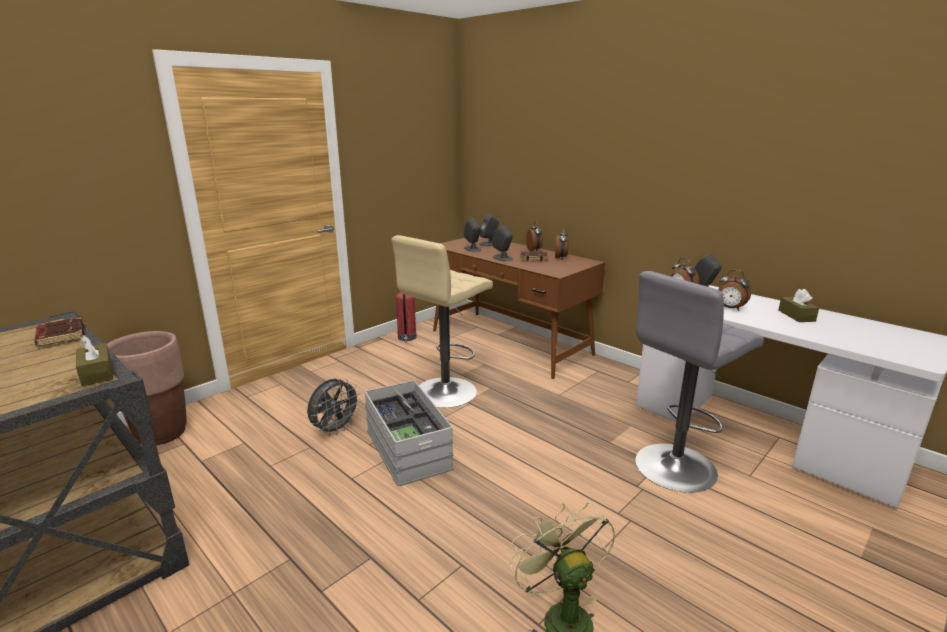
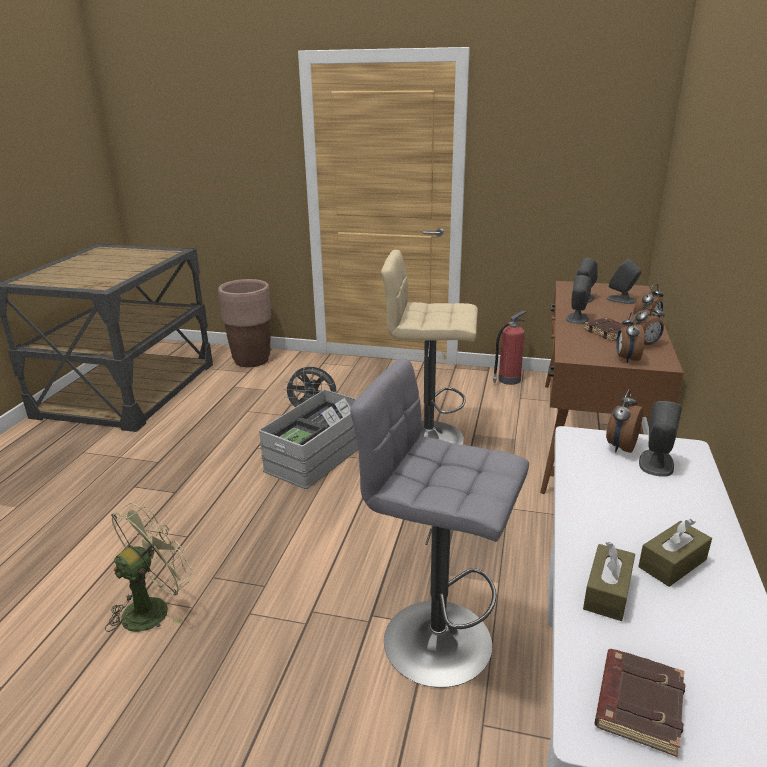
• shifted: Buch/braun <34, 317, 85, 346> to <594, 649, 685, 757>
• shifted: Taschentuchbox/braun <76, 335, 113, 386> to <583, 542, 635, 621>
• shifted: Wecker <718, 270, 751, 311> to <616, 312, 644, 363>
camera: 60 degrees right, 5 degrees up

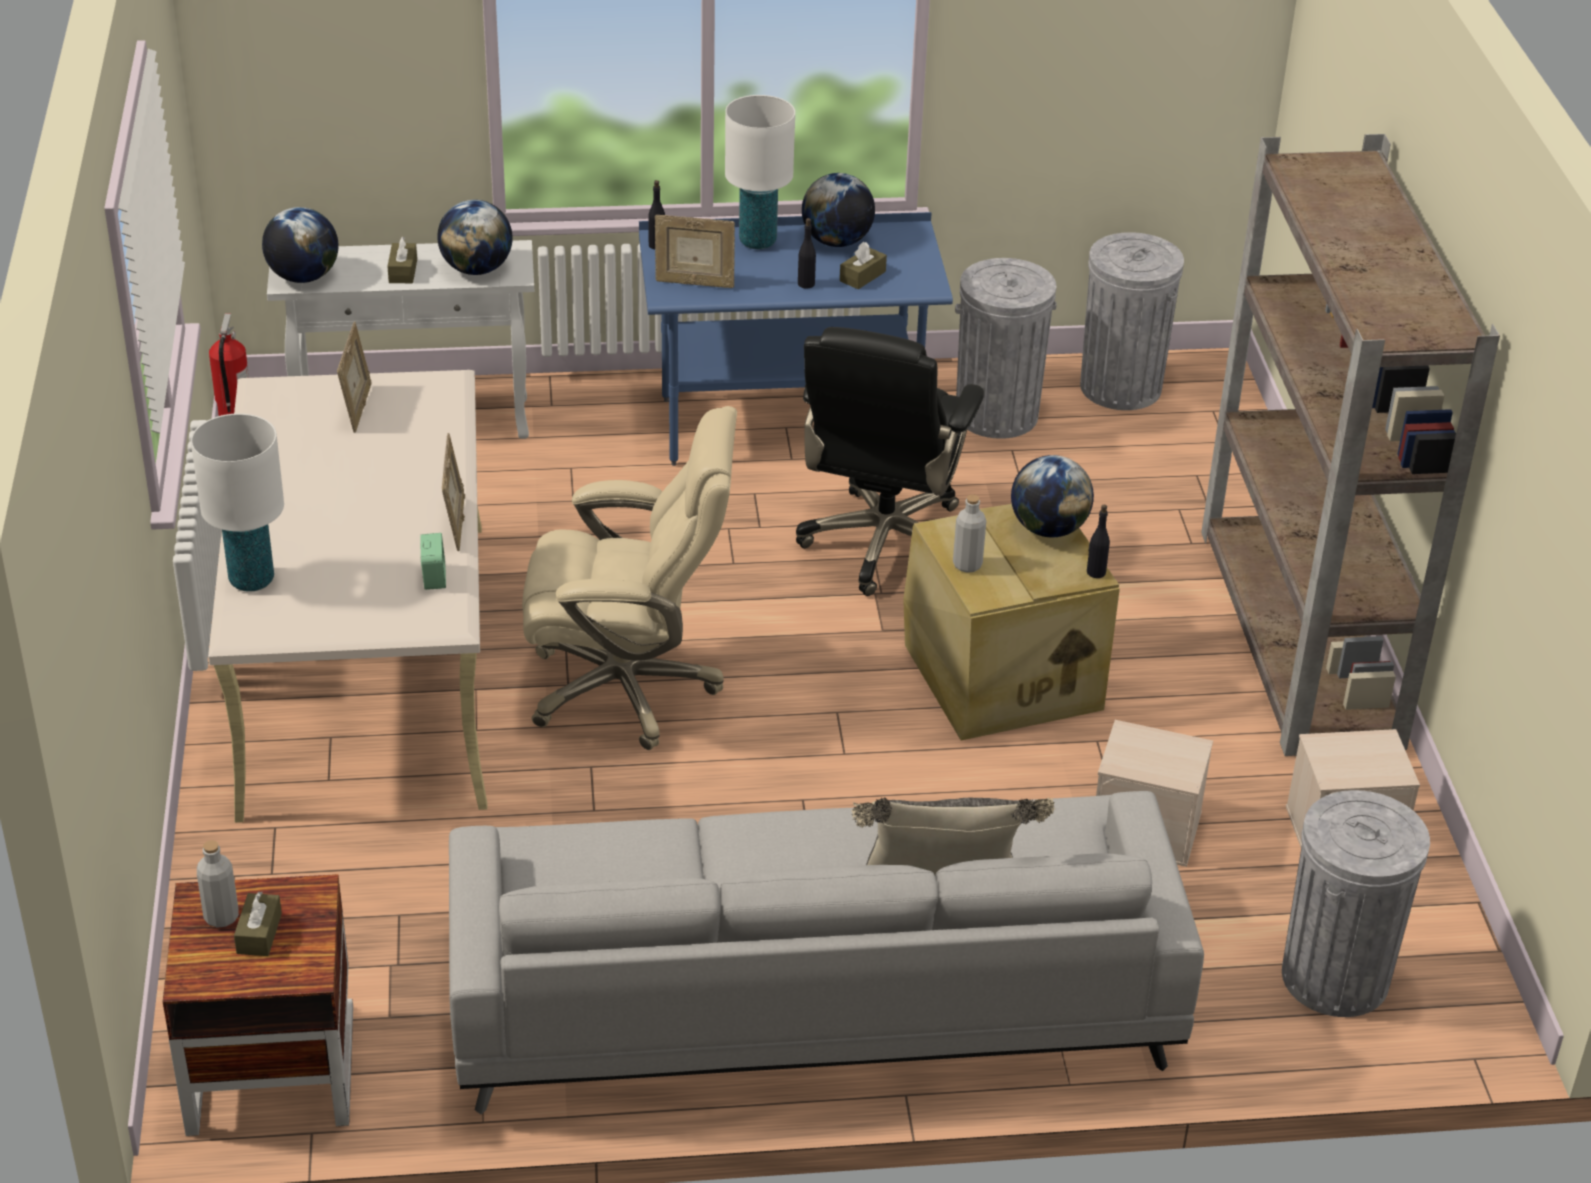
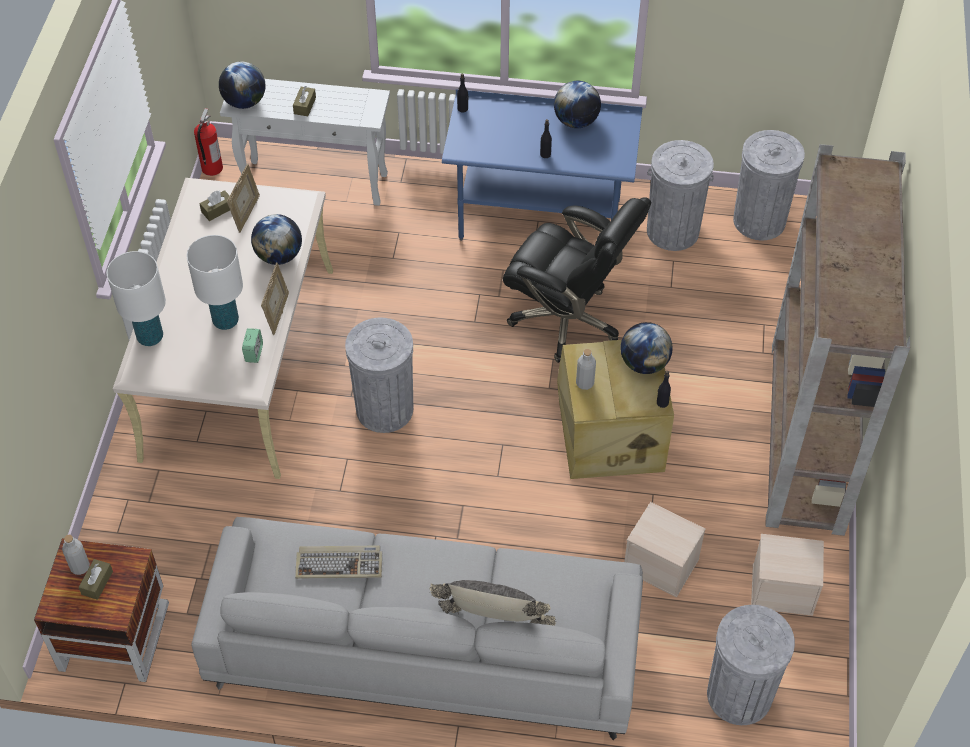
• shifted: Globus <437, 200, 513, 275> to <251, 214, 302, 265>
• swapped: Bürostuhl/beige <522, 406, 737, 750> to Mülleimer/grau <345, 318, 413, 433>
• gone: Bilderrahmen <655, 215, 735, 288>
• shifted: Tischlampe/weiß <725, 95, 795, 249> to <187, 235, 243, 330>
• rotated: Bürostuhl/schwarz <796, 327, 984, 596> = <503, 197, 651, 363> 90 degrees counterclockwise
• shifted: Taschentuchbox/braun <840, 242, 887, 289> to <199, 190, 230, 221>
• new: Tastatur <295, 545, 382, 579>
camera: 15 degrees right, 15 degrees up

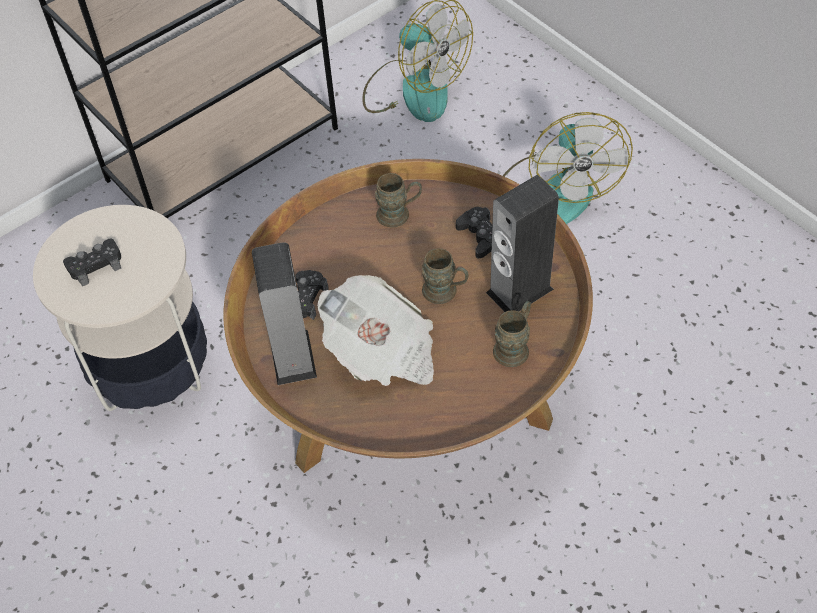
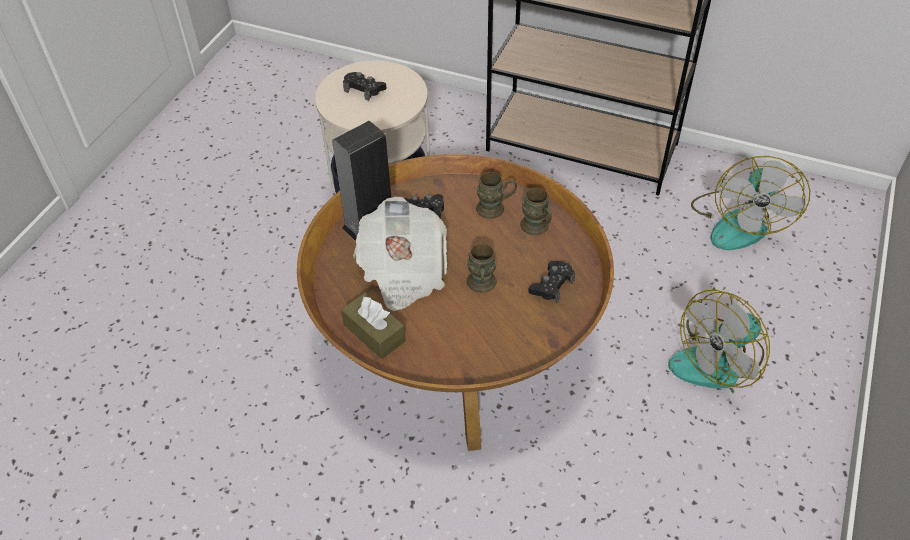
• gone: Lautsprecher <486, 175, 559, 312>
• shifted: Henkelbecher/braun <493, 301, 531, 367> to <476, 172, 517, 219>
• new: Taschentuchbox/braun <341, 292, 406, 359>
camera: 60 degrees right, 5 degrees down

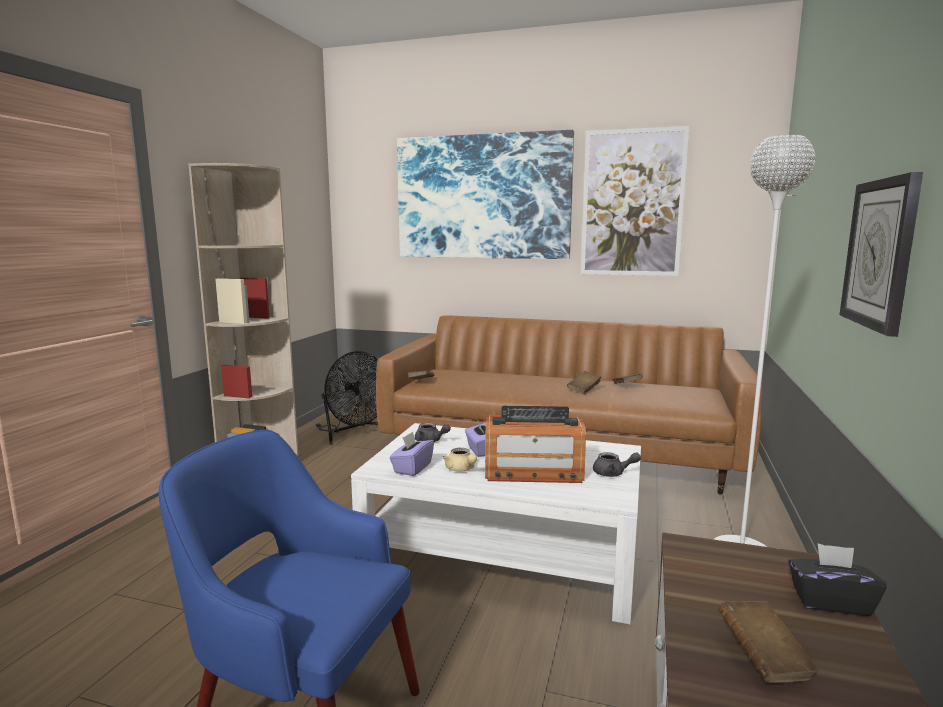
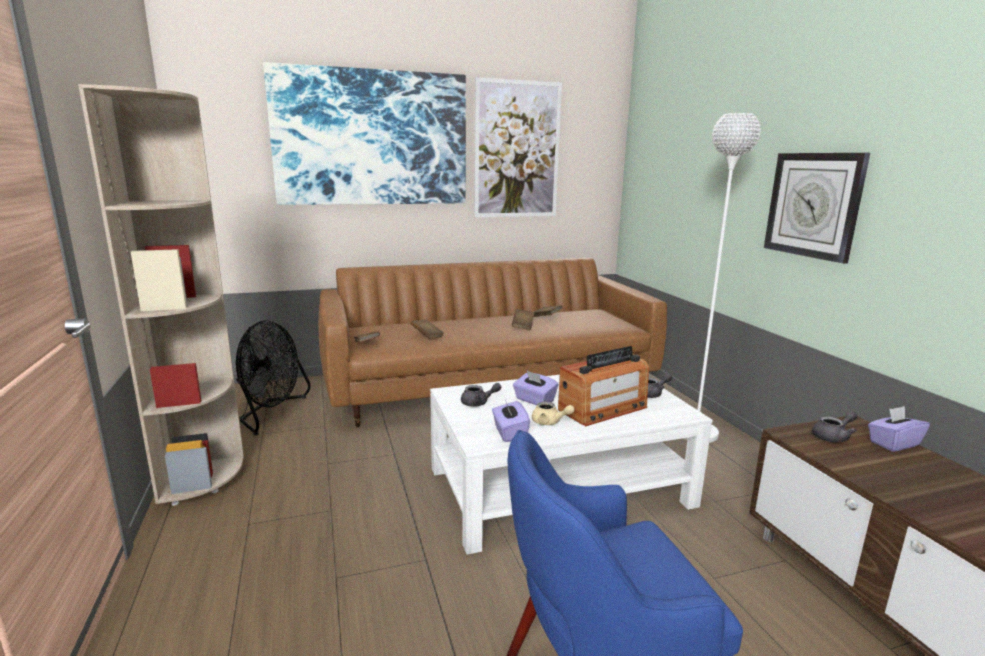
• shifted: Buch/braun <718, 601, 819, 683> to <411, 320, 444, 338>
• repainted: Taschentuchbox/schwarz <788, 543, 887, 616> to Taschentuchbox/lila <868, 406, 930, 452>
• new: Teekanne/grau <812, 411, 857, 443>
camera: 35 degrees left, 5 degrees up

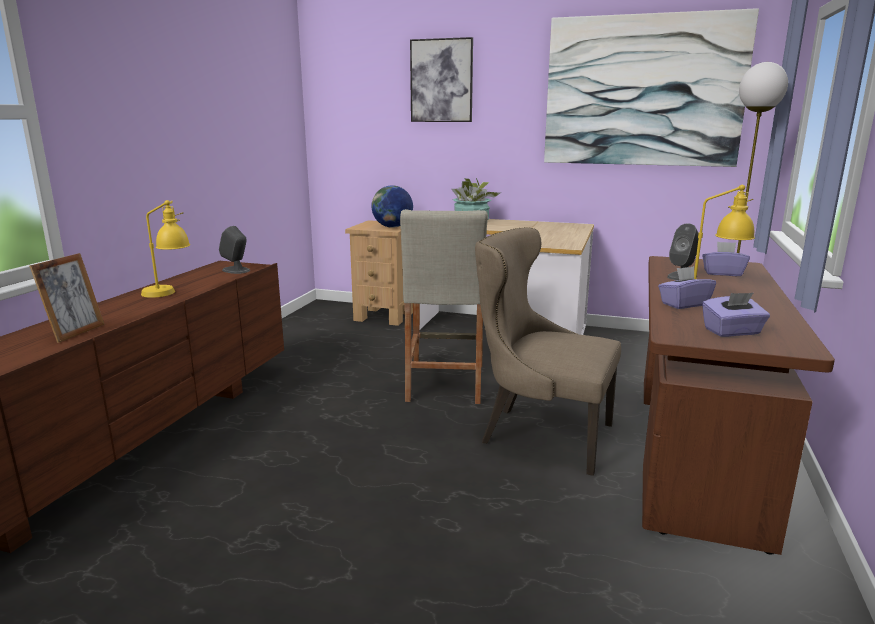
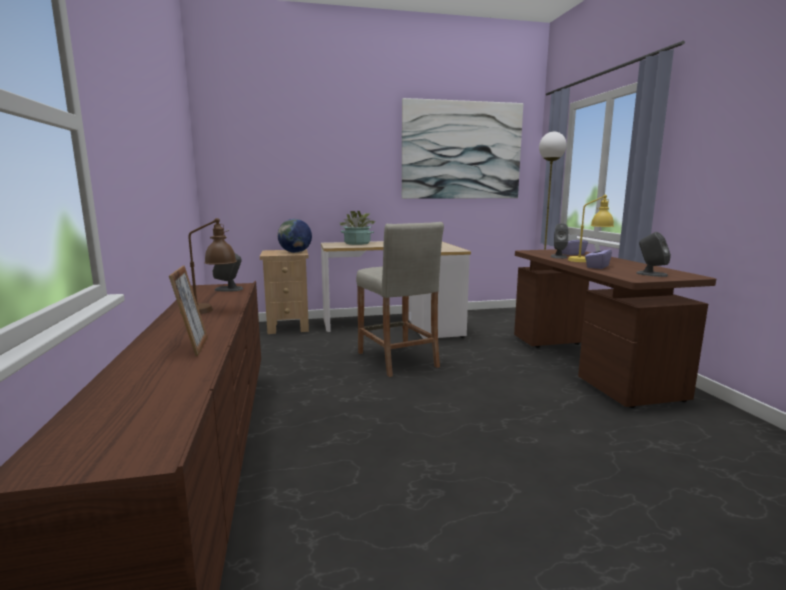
• repainted: Tischlampe/gelb <141, 200, 190, 298> to Tischlampe/braun <180, 218, 237, 314>
• gone: Bild <410, 37, 473, 122>
• gone: Stuhl/beige <475, 227, 621, 476>
• swapped: Taschentuchbox/lila <702, 293, 770, 337> to Lautsprecher/grau <636, 232, 671, 277>
camera: 30 degrees left, 5 degrees down

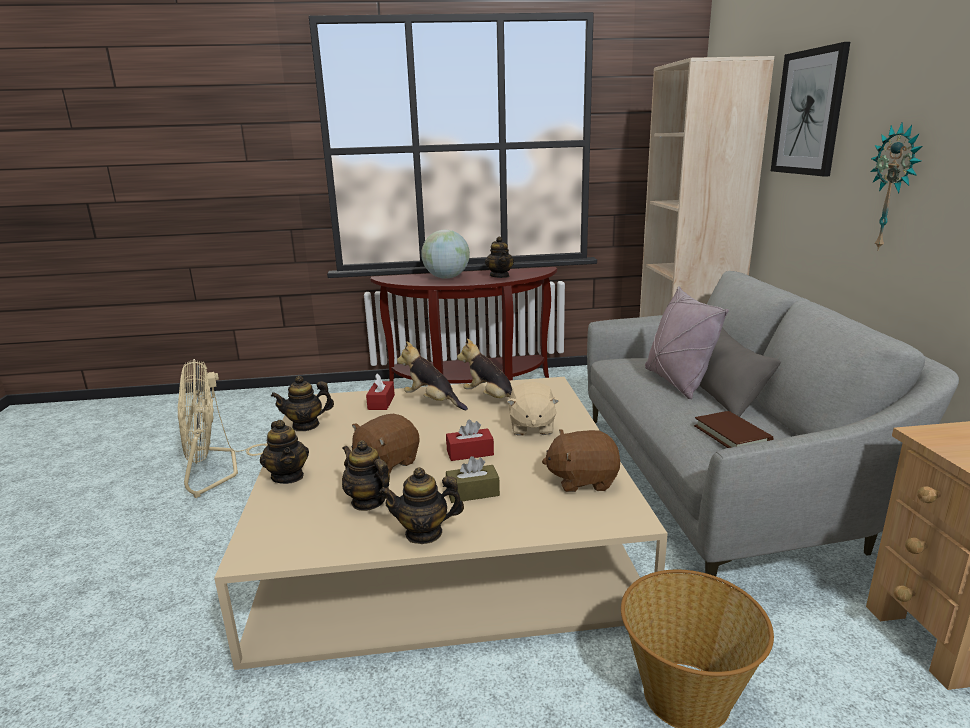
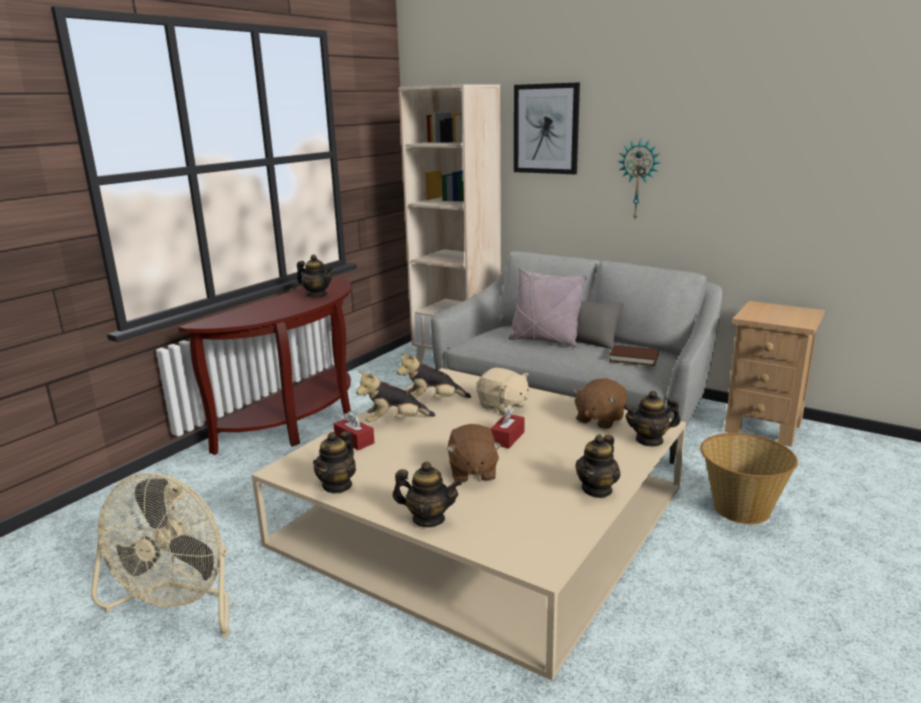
• shifted: Teekanne <342, 440, 390, 511> to <623, 391, 681, 447>
• gone: Globus <421, 230, 470, 279>
• gone: Taschentuchbox/braun <446, 456, 500, 503>
camera: 50 degrees left, 0 degrees up

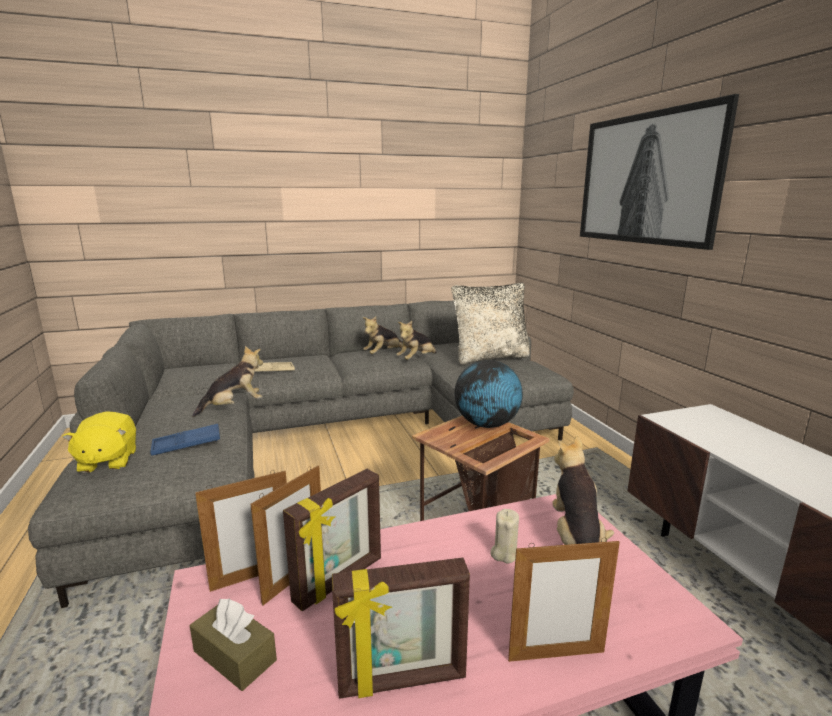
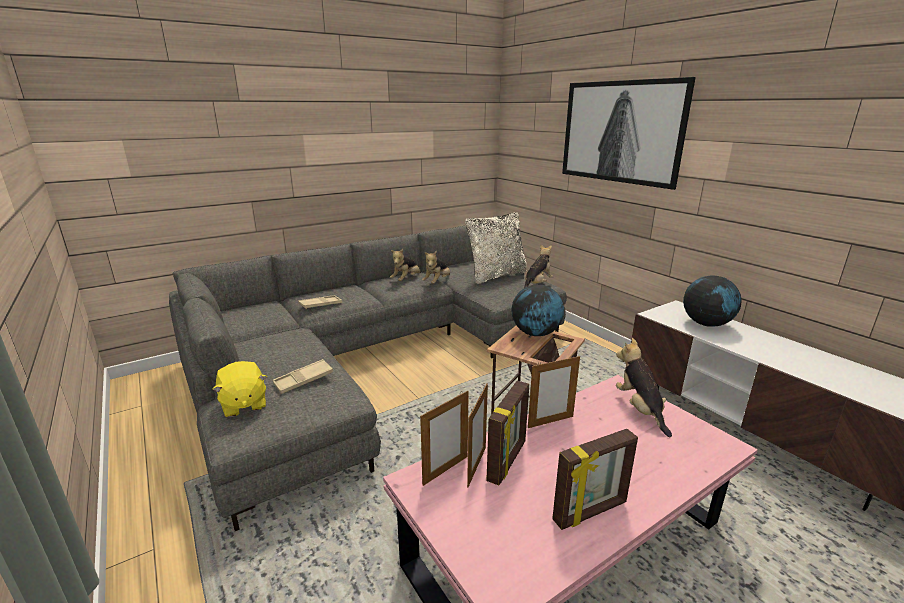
• repainted: Tablett/blau <150, 424, 220, 456> to Tablett/beige <273, 359, 333, 394>
• gone: Taschentuchbox/braun <190, 599, 277, 691>
• shifted: Plüschtier <192, 346, 263, 417> to <524, 244, 553, 288>
• gone: Kerze/beige <490, 509, 519, 563>
• shifted: Bilderrahmen <508, 538, 620, 662> to <528, 355, 580, 428>
• new: Globus <683, 275, 742, 327>
camera: 15 degrees left, 5 degrees up

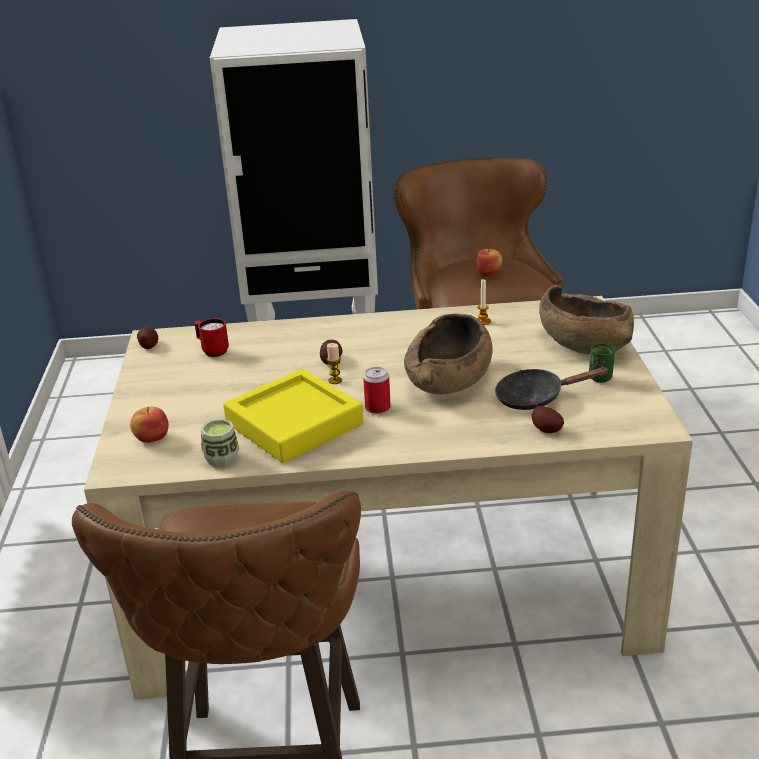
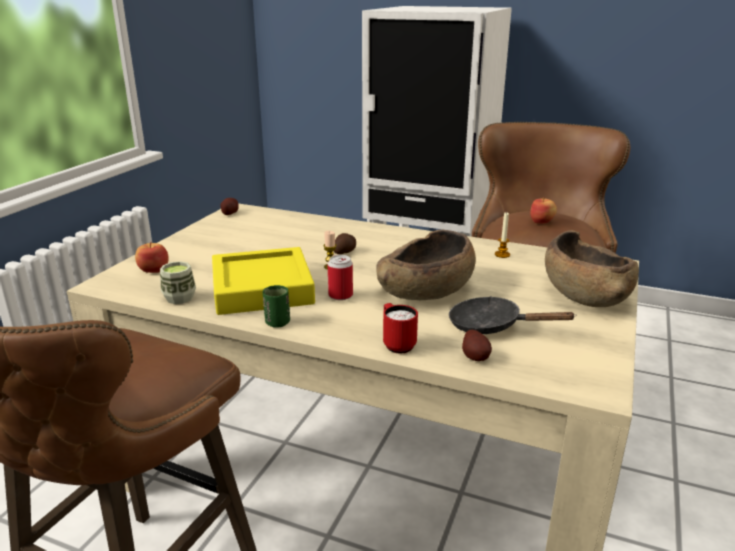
• shifted: Henkelbecher/rot <194, 318, 229, 357> to <383, 303, 418, 353>
• shifted: Tasse/grün <589, 343, 615, 383> to <263, 285, 290, 328>
camera: 25 degrees right, 5 degrees down

